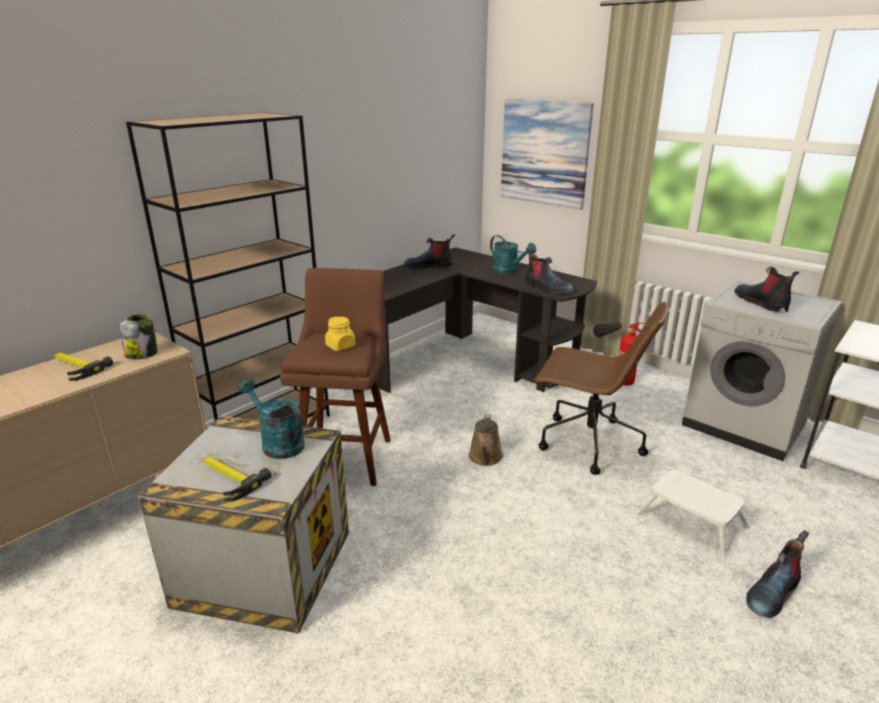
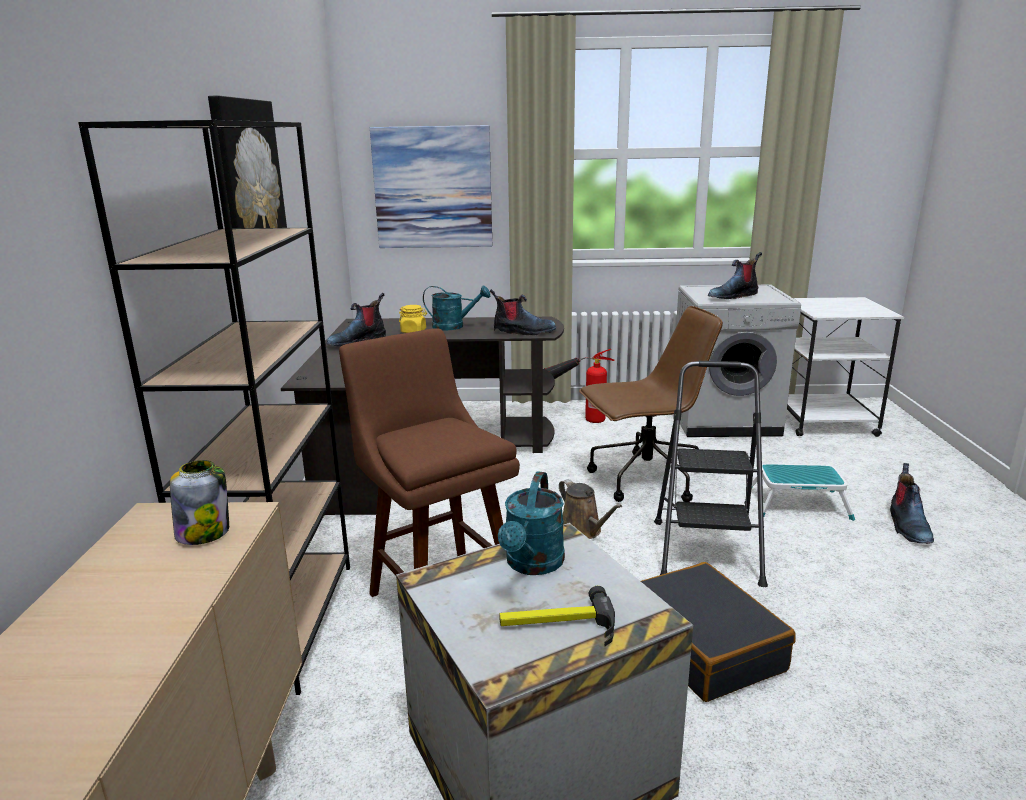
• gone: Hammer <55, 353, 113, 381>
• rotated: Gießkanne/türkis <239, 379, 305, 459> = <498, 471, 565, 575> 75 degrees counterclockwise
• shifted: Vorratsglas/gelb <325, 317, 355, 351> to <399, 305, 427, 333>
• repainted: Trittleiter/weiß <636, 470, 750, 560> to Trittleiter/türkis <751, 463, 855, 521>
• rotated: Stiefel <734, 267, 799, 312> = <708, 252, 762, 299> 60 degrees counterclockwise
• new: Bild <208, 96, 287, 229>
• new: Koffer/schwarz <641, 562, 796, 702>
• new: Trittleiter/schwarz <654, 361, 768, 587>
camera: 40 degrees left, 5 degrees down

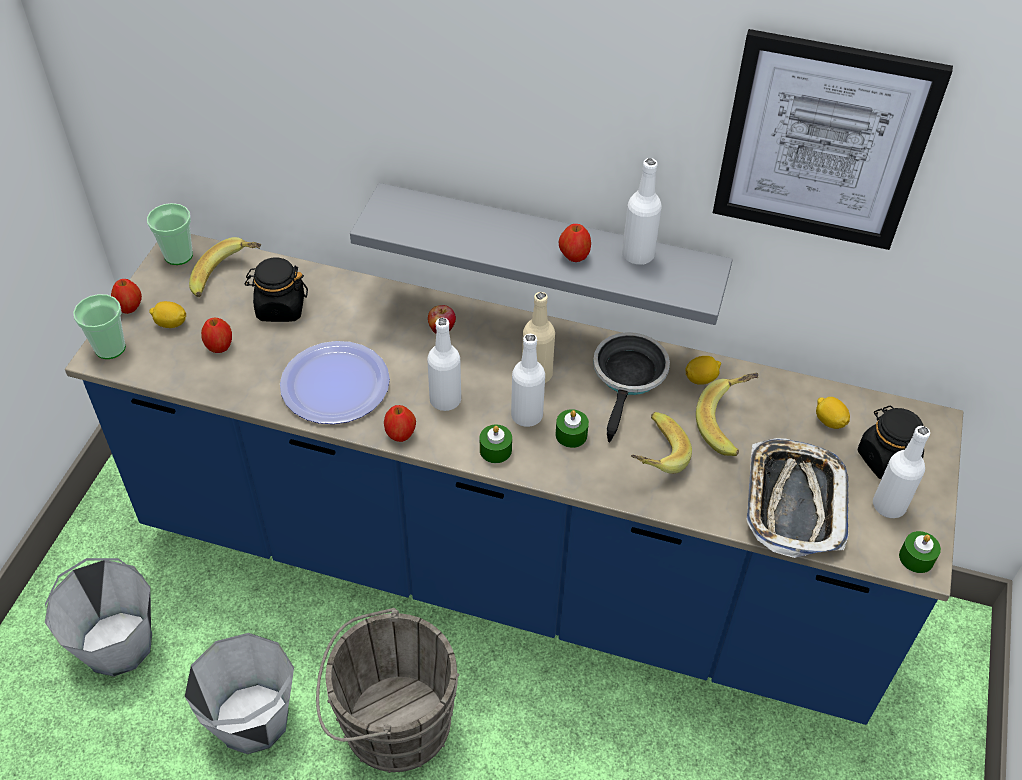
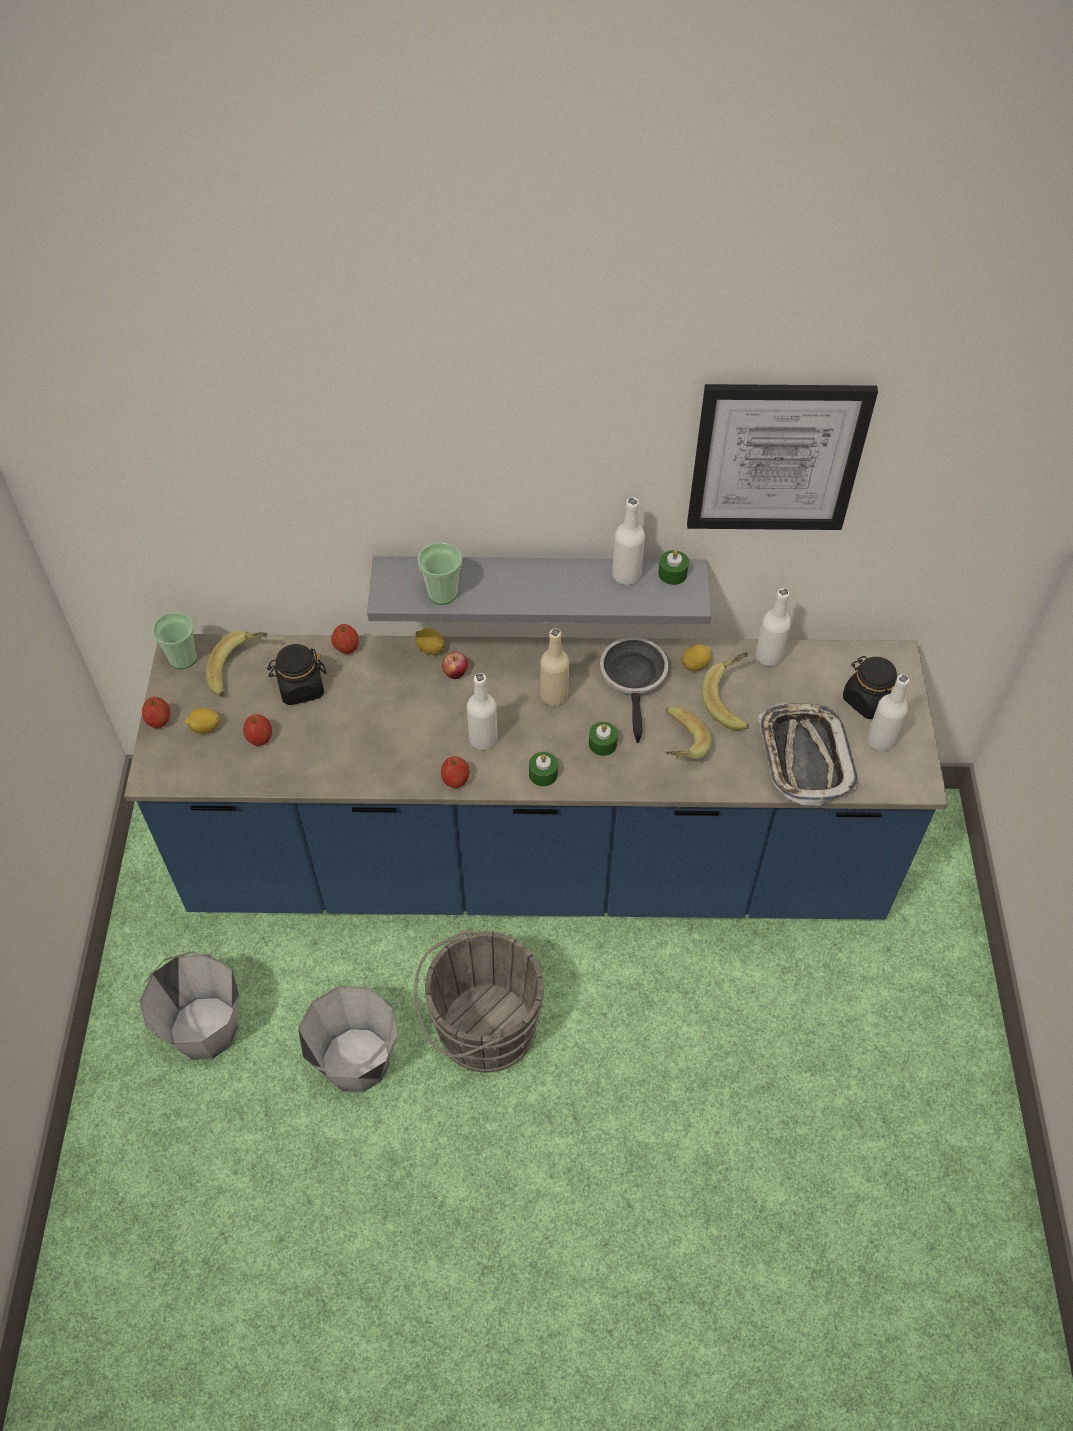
• shifted: Tasse <73, 294, 126, 359> to <418, 542, 462, 605>
• gone: Teller <280, 341, 390, 424>
• shifted: Flasche/weiß <511, 334, 545, 427> to <756, 588, 791, 666>
• shifted: Apfel <559, 224, 591, 262> to <331, 624, 359, 654>
• shifted: Zitrone <816, 397, 850, 429> to <415, 628, 445, 655>
• shifted: Kerze/grün <899, 531, 941, 573> to <658, 550, 689, 585>
camera: 15 degrees left, 5 degrees up

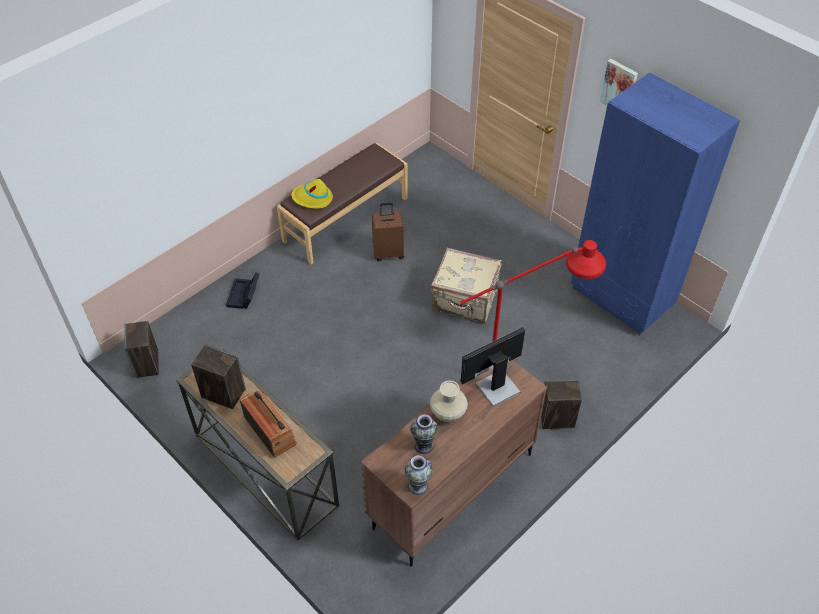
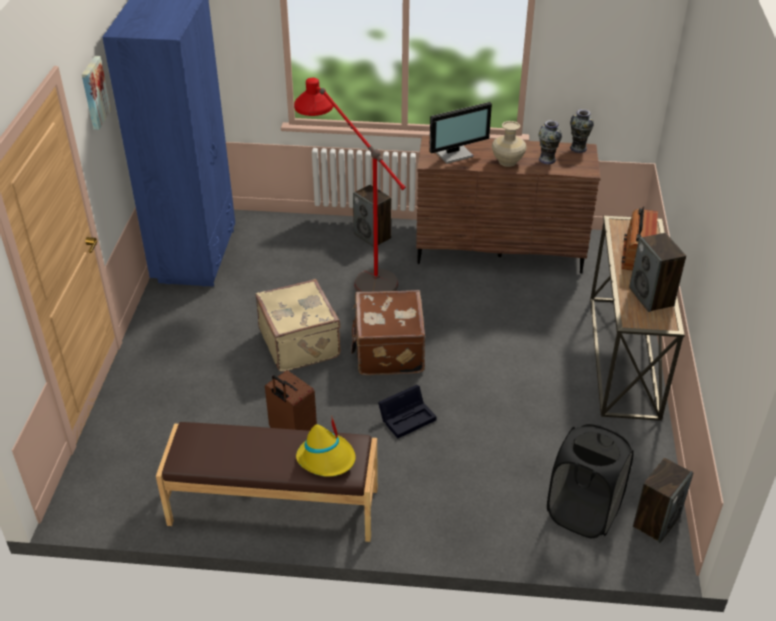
• shifted: Aufbewahrungsbox/schwarz <226, 273, 260, 309> to <378, 385, 437, 438>
• rotated: Monitor <460, 327, 525, 407> = <430, 102, 492, 164> 45 degrees counterclockwise
• new: Koffer/braun <351, 290, 425, 375>
• new: Wäschekorb/schwarz <547, 424, 634, 538>
camera: 130 degrees left, 10 degrees down

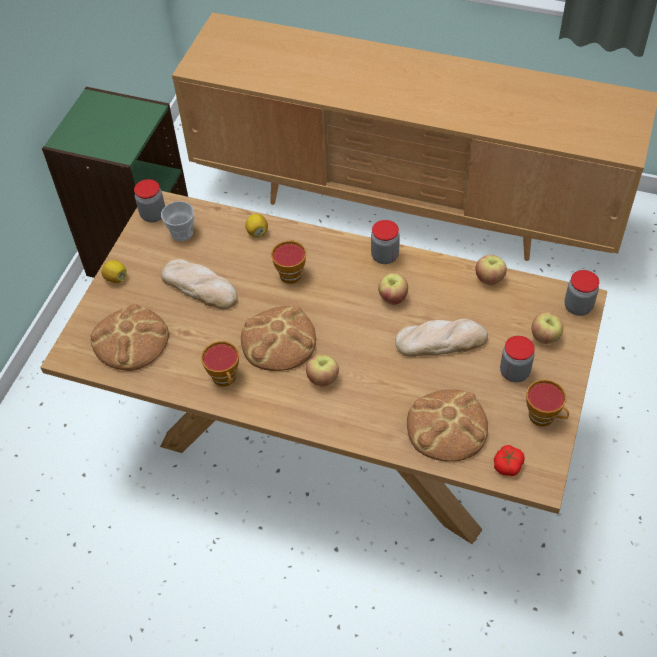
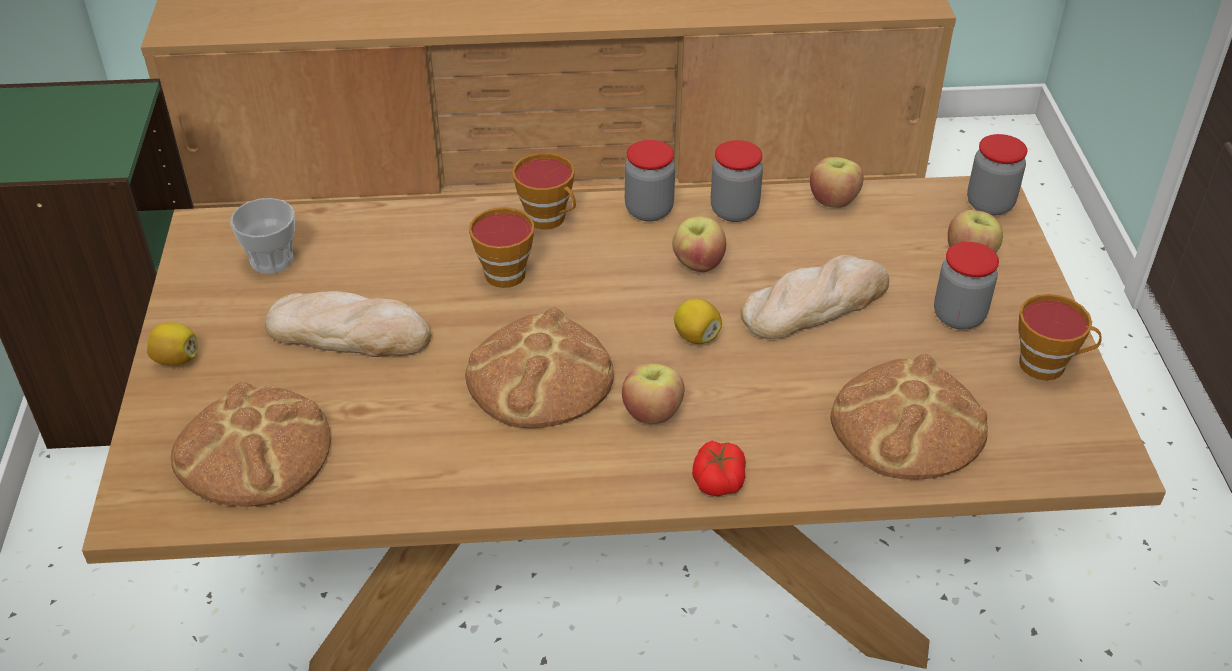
• shifted: Vorratsglas <134, 179, 165, 222> to <711, 140, 763, 222>
• shifted: Tasse <201, 341, 239, 387> to <512, 153, 576, 229>
• shifted: Zitrone <245, 214, 268, 237> to <674, 298, 722, 344>
• shifted: Tomate <494, 445, 525, 476> to <692, 441, 746, 497>
camera: 25 degrees left, 10 degrees down

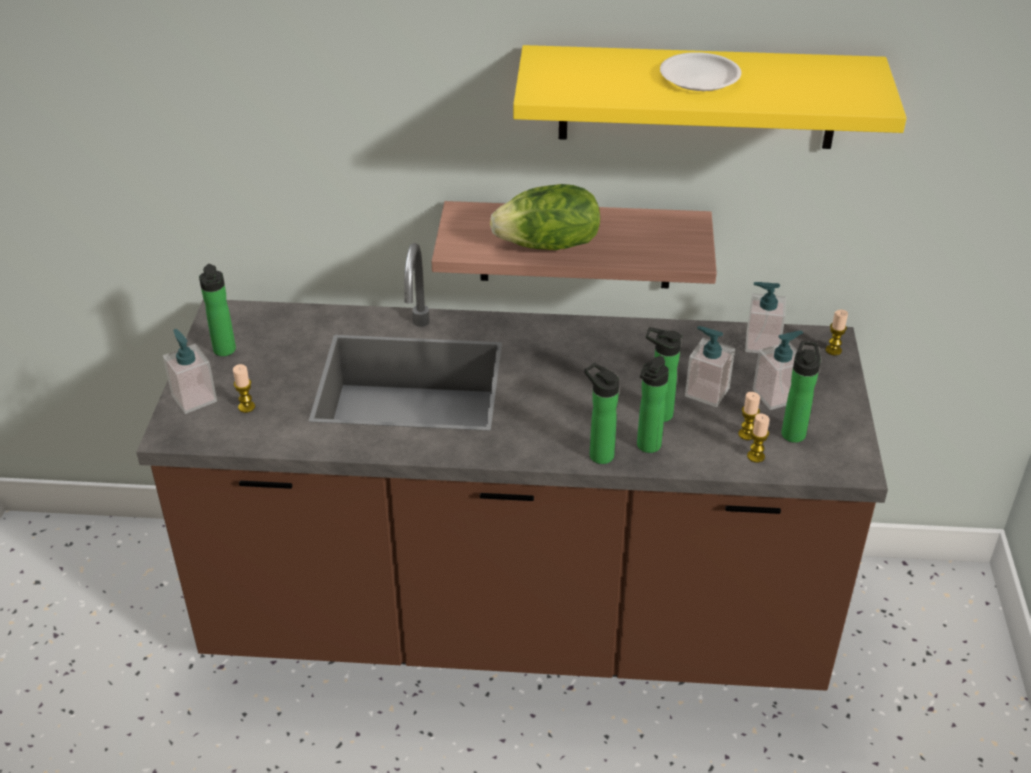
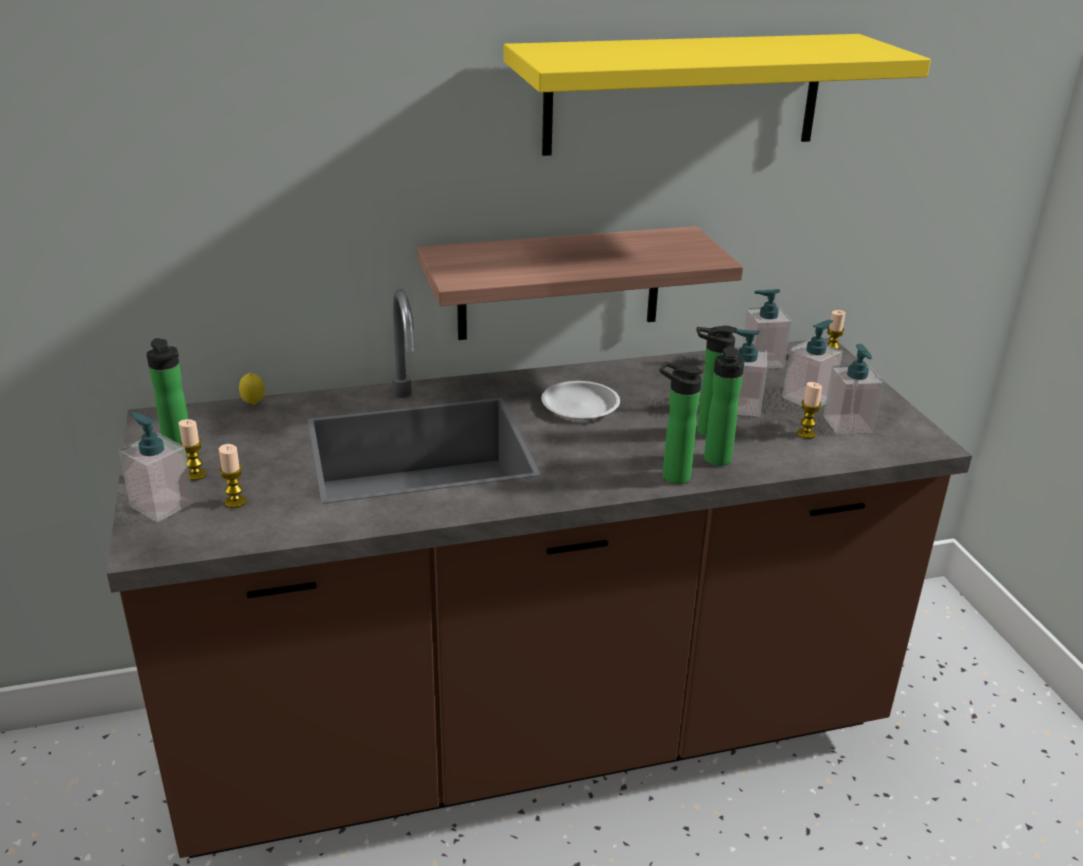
• gone: Salatkopf <490, 184, 600, 250>
• shifted: Teller/weiß <660, 52, 741, 91> to <541, 381, 620, 420>
• shifted: Kerze <747, 413, 770, 463> to <178, 419, 207, 481>
• swapped: Flasche <781, 341, 821, 443> to Seifenspender <823, 344, 884, 434>
• new: Zitrone <239, 373, 265, 405>
camera: 20 degrees left, 10 degrees down

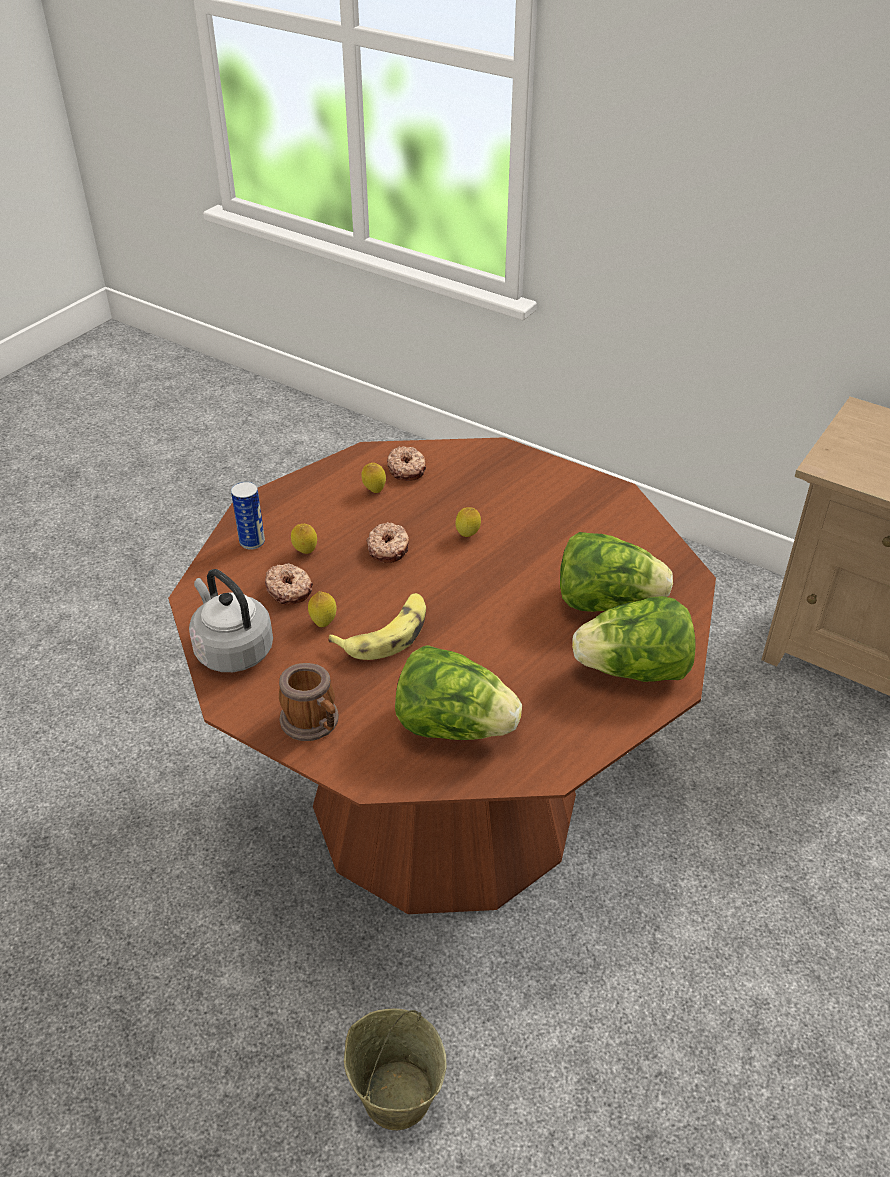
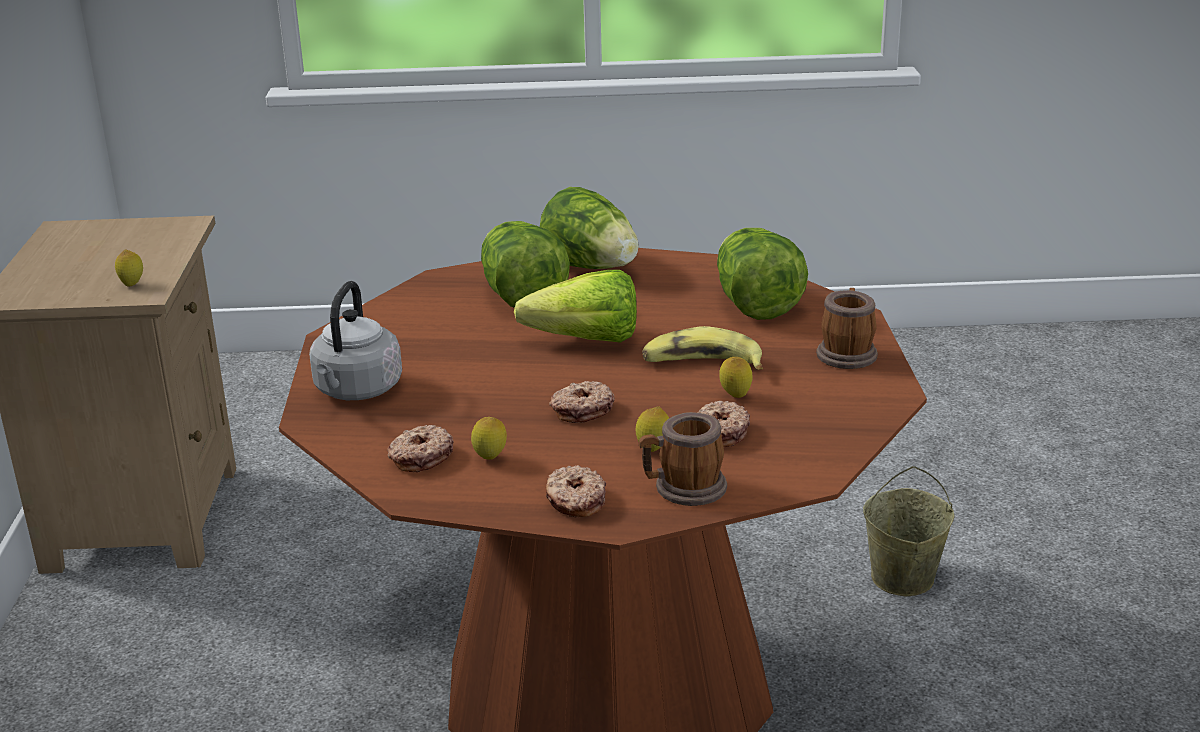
• shifted: Wasserkessel/grau <189, 569, 273, 672> to <309, 281, 402, 400>
• swapped: Dose <231, 481, 265, 550> to Henkelbecher <639, 412, 727, 506>
• shifted: Zitrone <456, 507, 481, 537> to <115, 249, 143, 287>
• new: Salatkopf <514, 270, 637, 343>
• new: Donut <546, 465, 606, 518>
camera: 125 degrees left, 15 degrees down

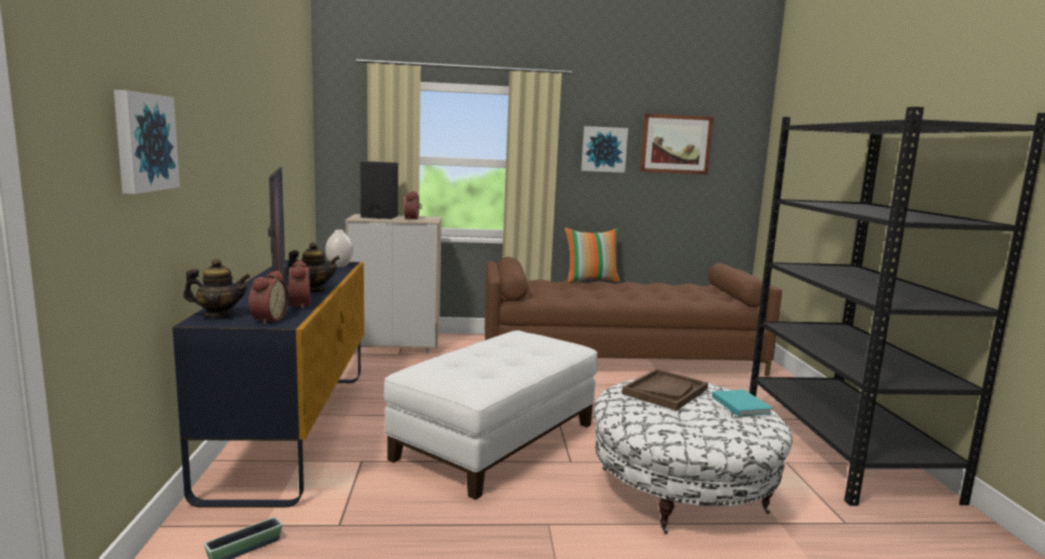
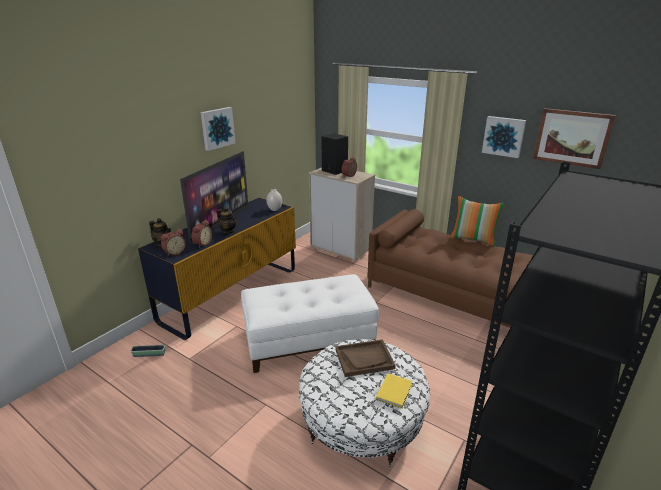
• shifted: Bild <114, 90, 180, 194> to <201, 107, 235, 151>
• repainted: Buch/türkis <712, 389, 773, 417> to Buch/gelb <376, 373, 413, 409>
camera: 40 degrees right, 15 degrees up

